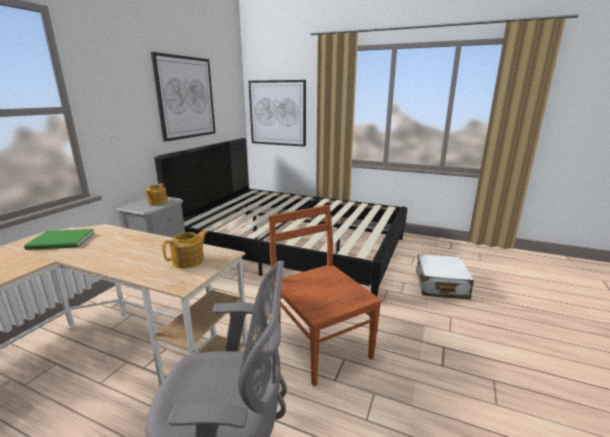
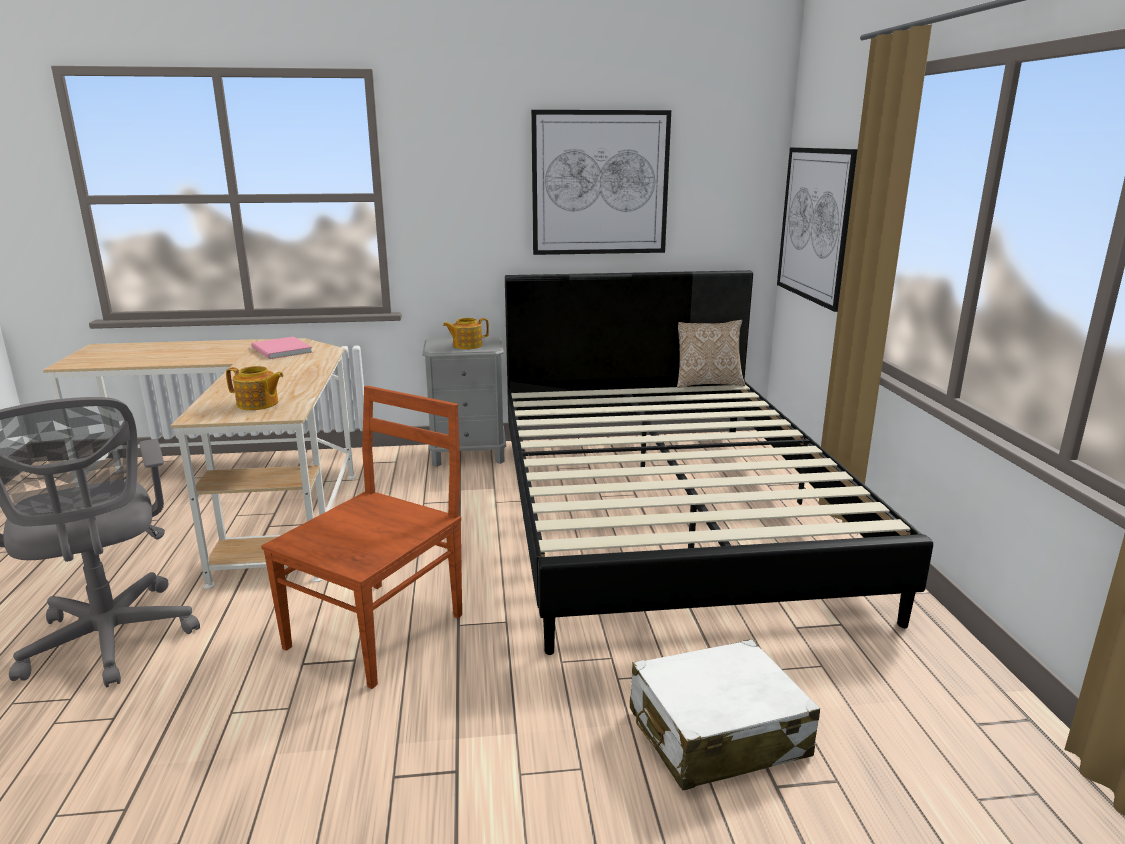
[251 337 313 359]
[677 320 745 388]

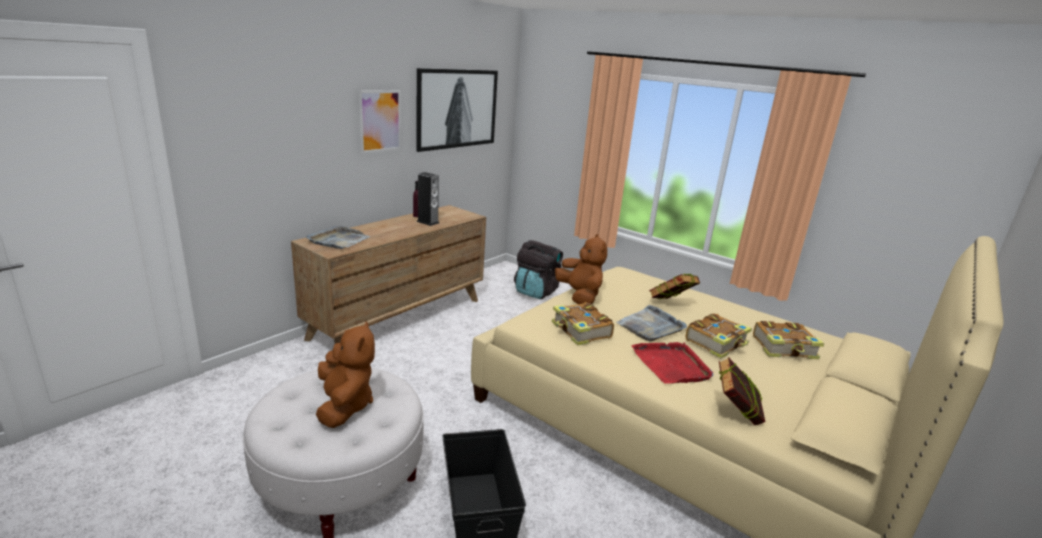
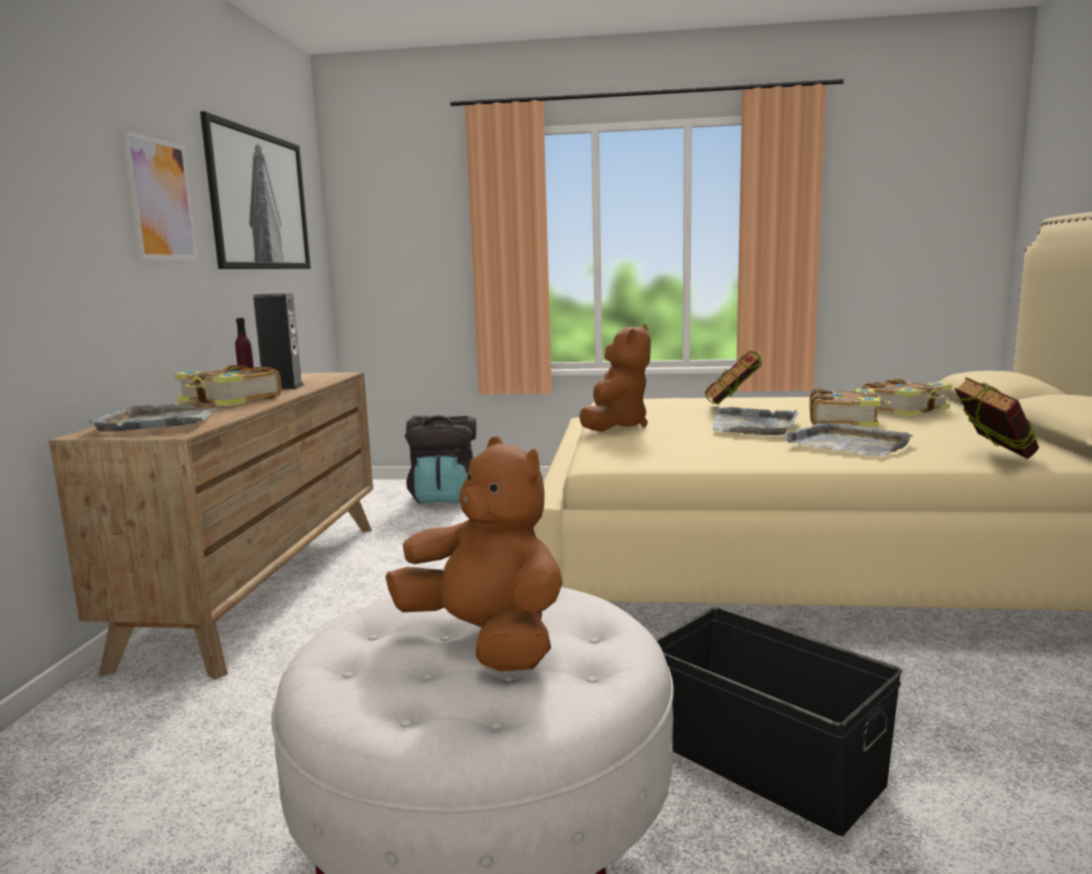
[579 324 651 431]
[174 365 281 406]
[783 421 914 456]

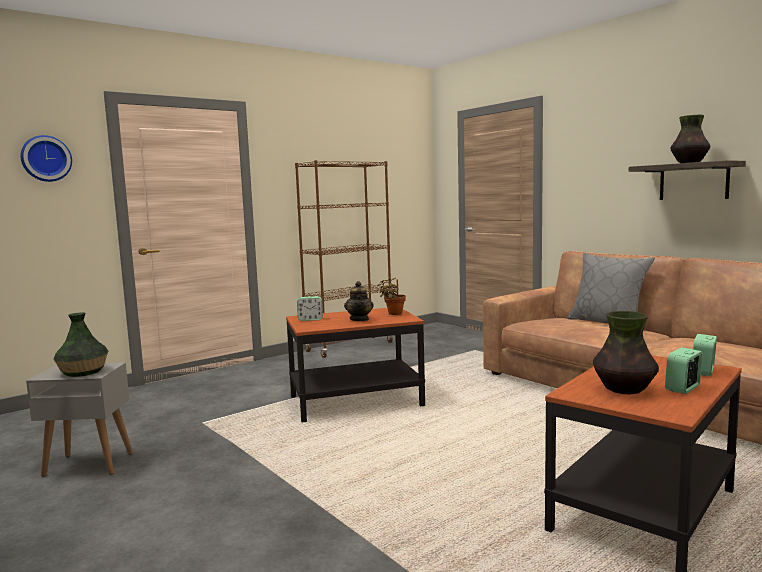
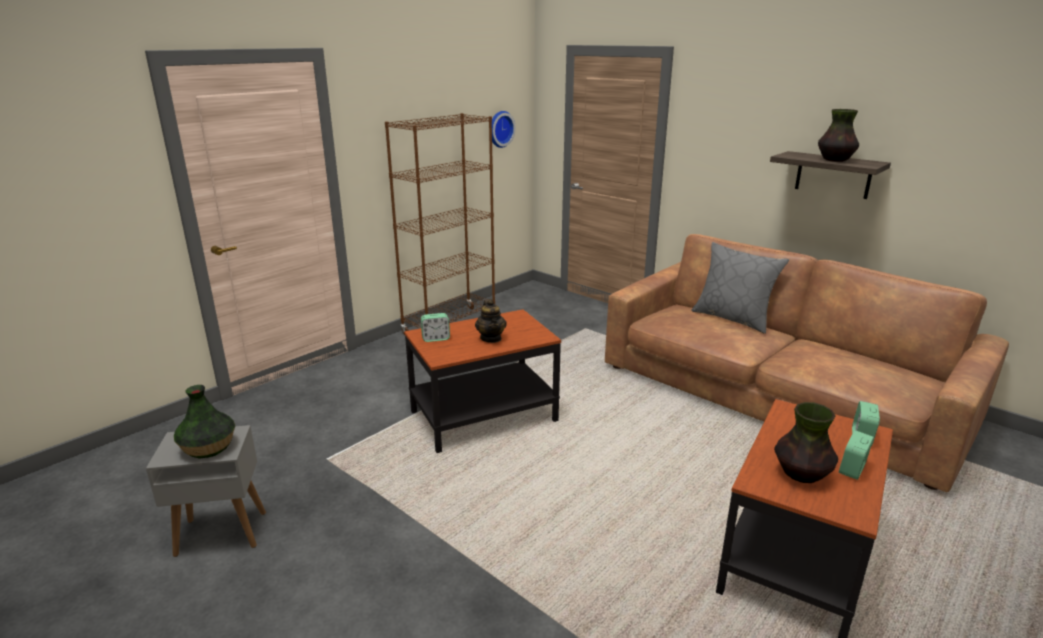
[492 111 516 148]
[378 277 406 315] (first image)

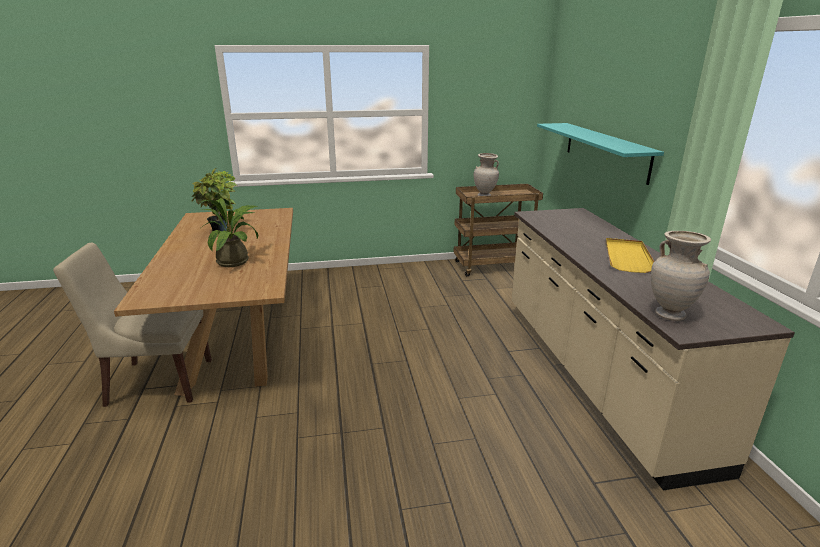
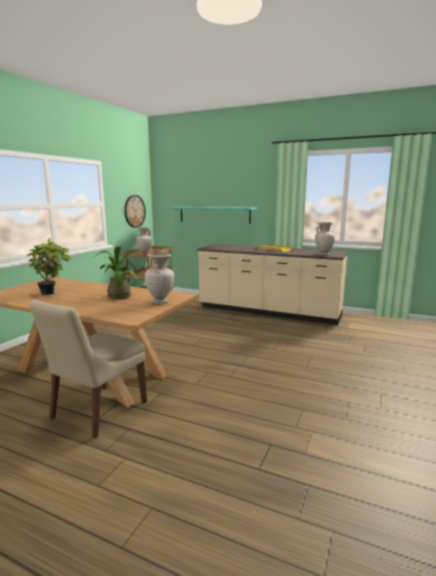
[124 195 146 228]
[145 253 174 304]

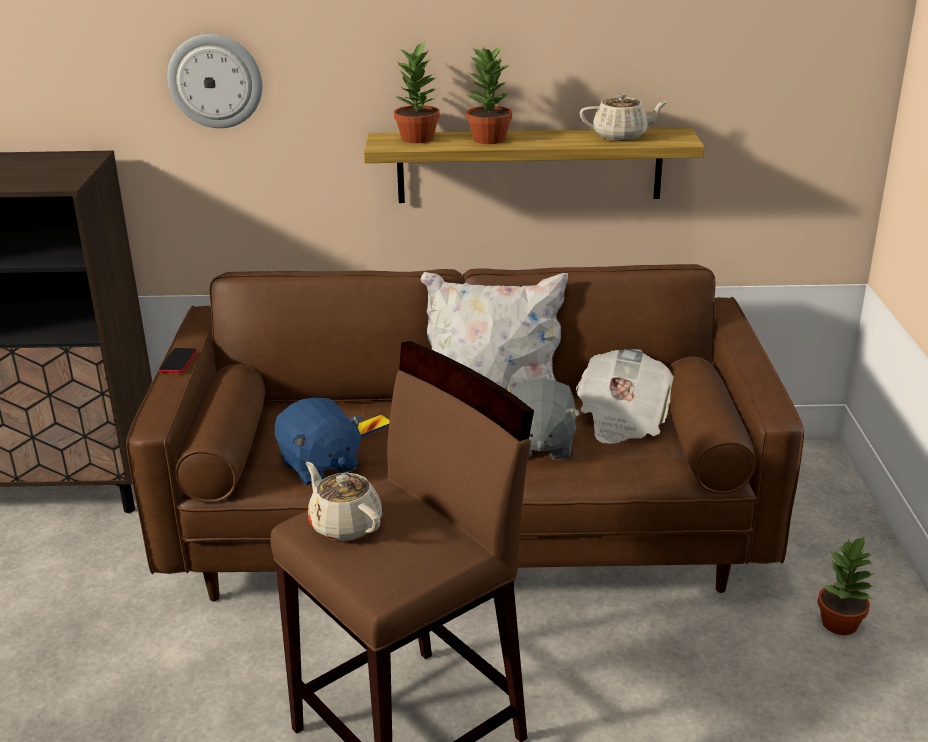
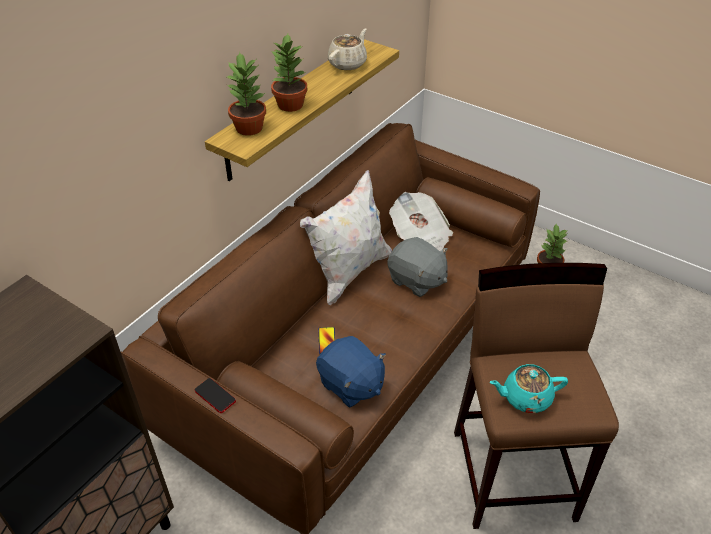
[167 34 263 128] (first image)
[316 336 386 408]
[489 364 568 413]

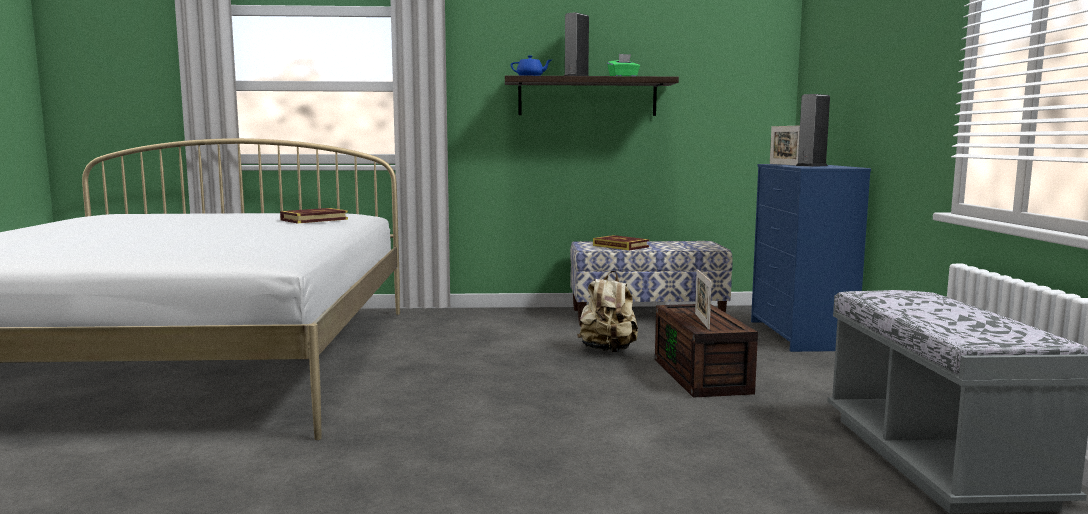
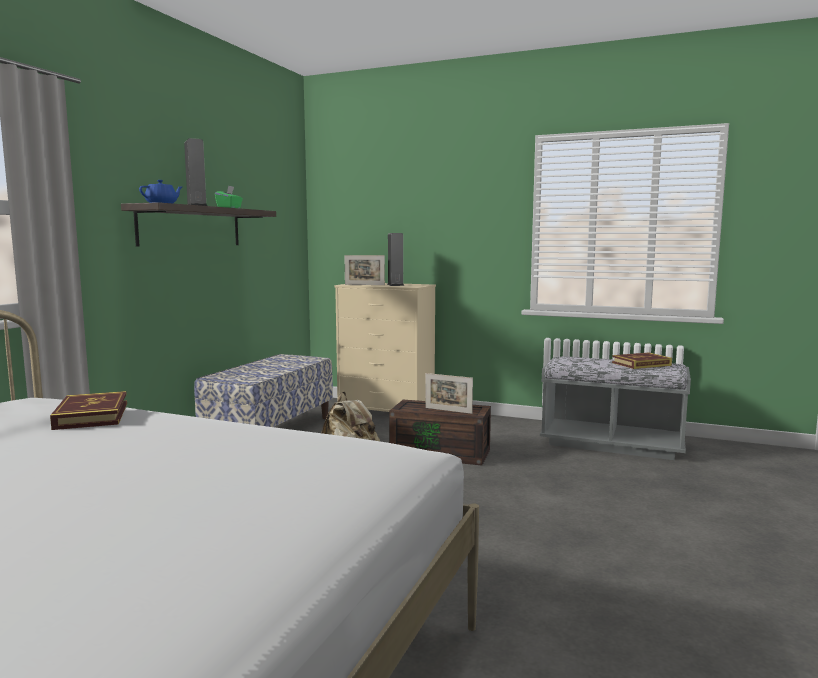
[334 283 436 412]
[612 352 672 369]

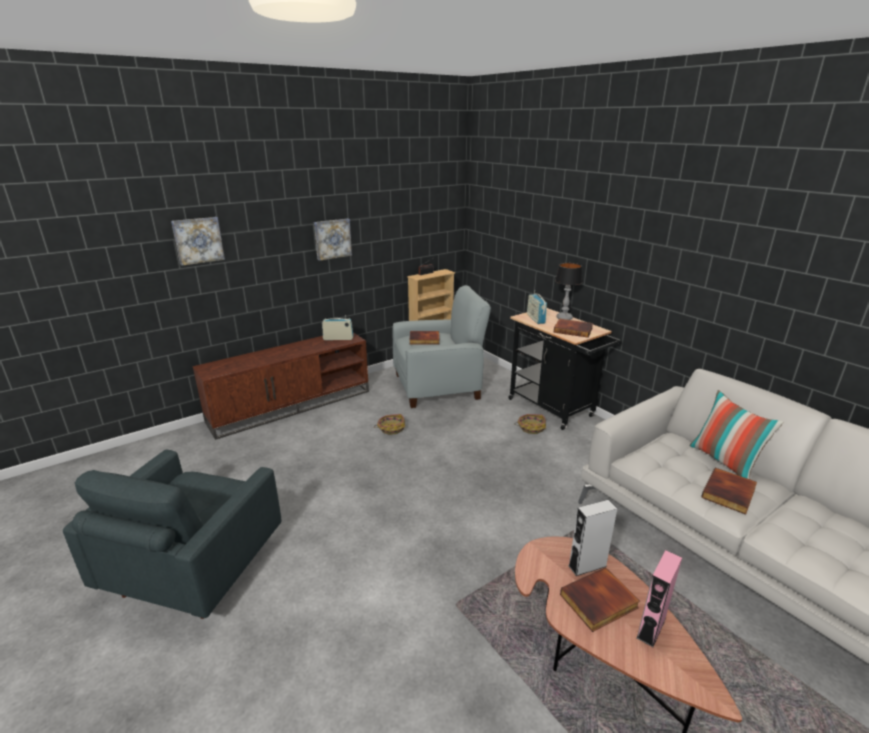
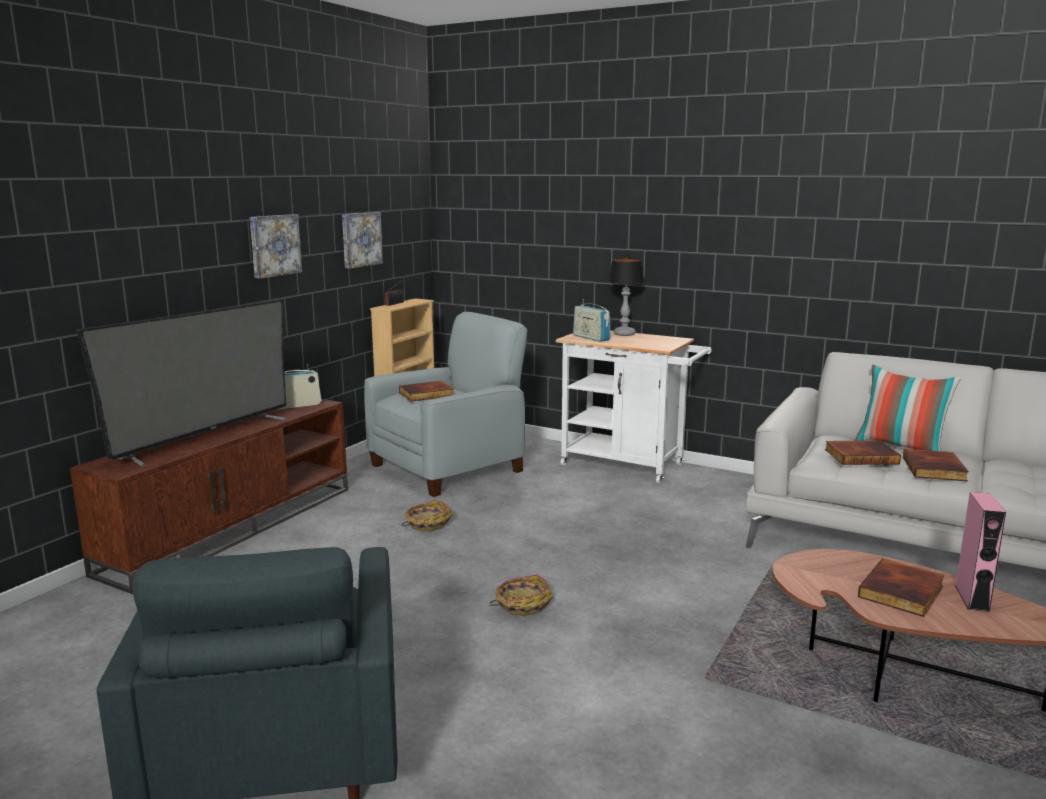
[342 212 383 269]
[556 330 712 483]
[825 440 901 465]
[490 575 553 616]
[568 500 617 576] (first image)
[77 299 287 467]

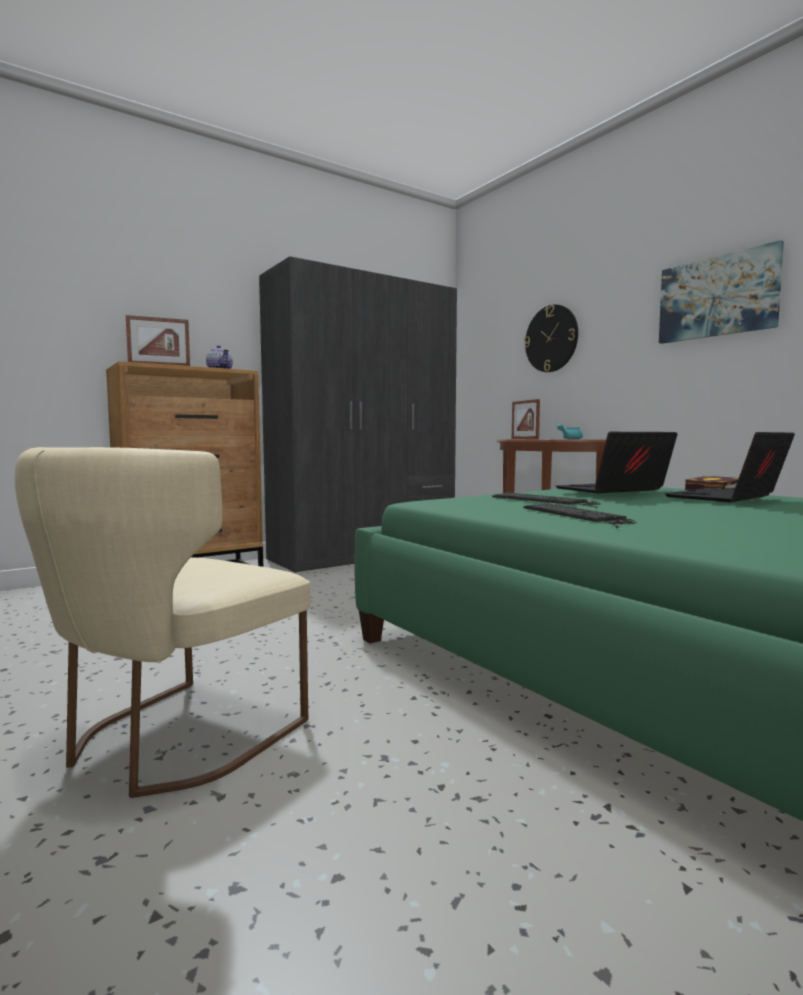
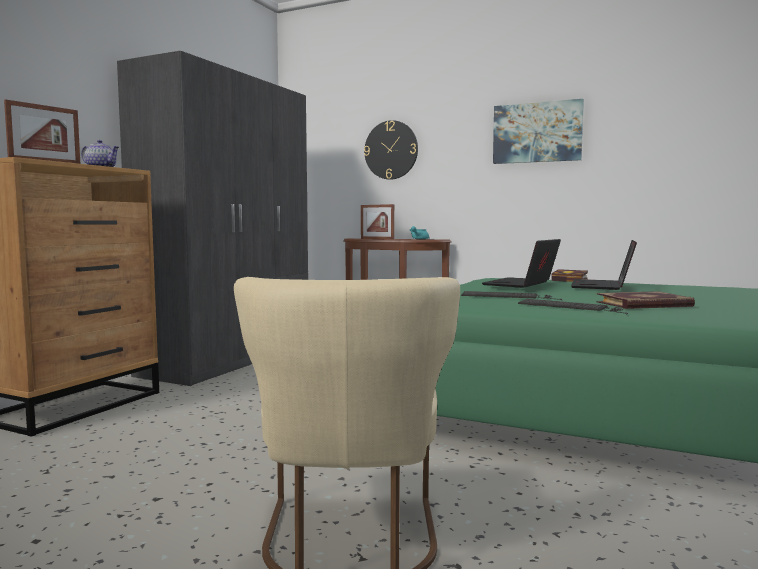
[596 291 695 309]

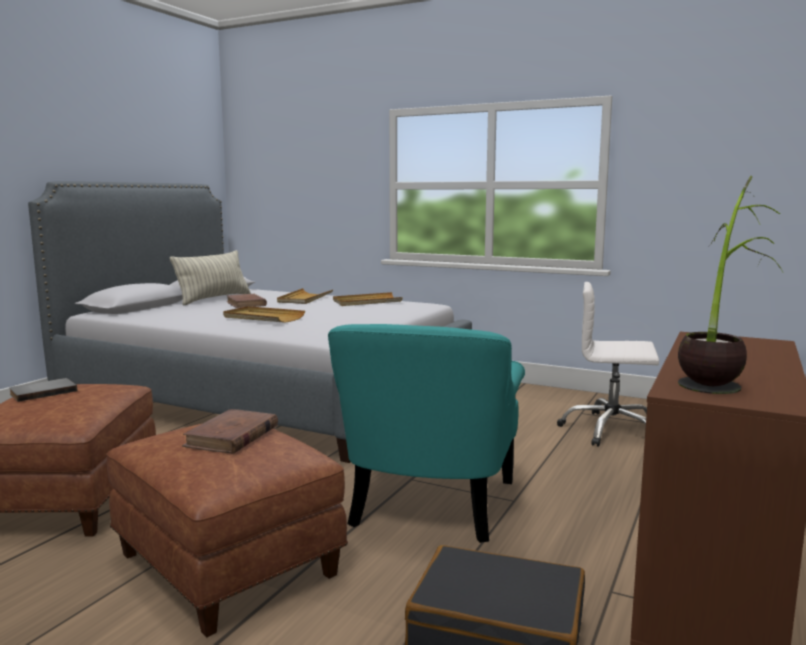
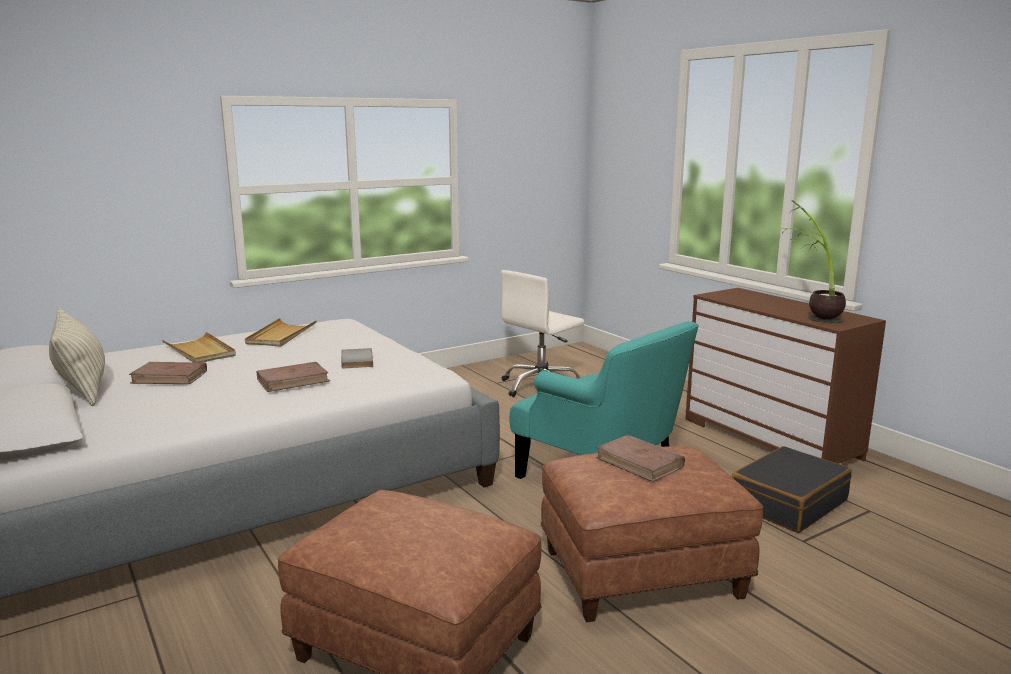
[257 362 330 392]
[341 348 373 368]

